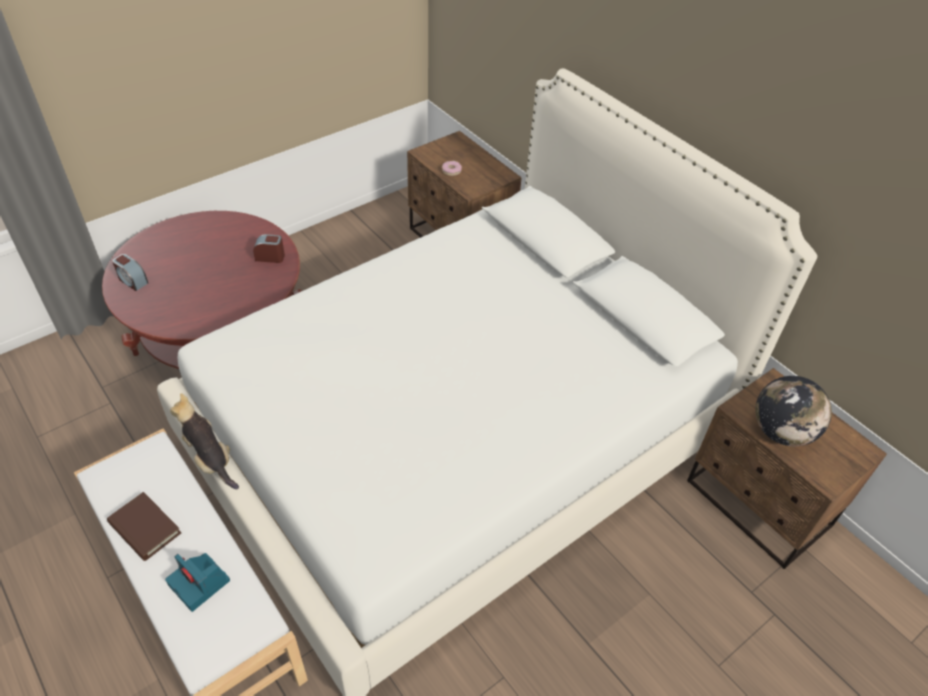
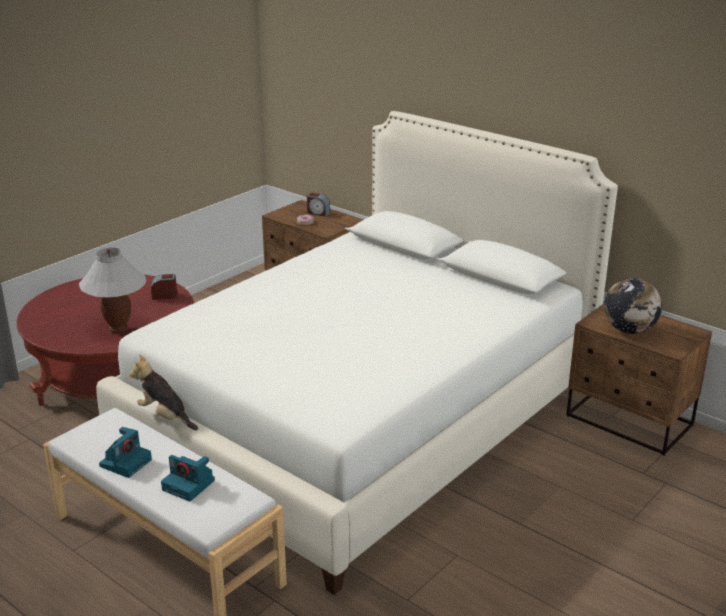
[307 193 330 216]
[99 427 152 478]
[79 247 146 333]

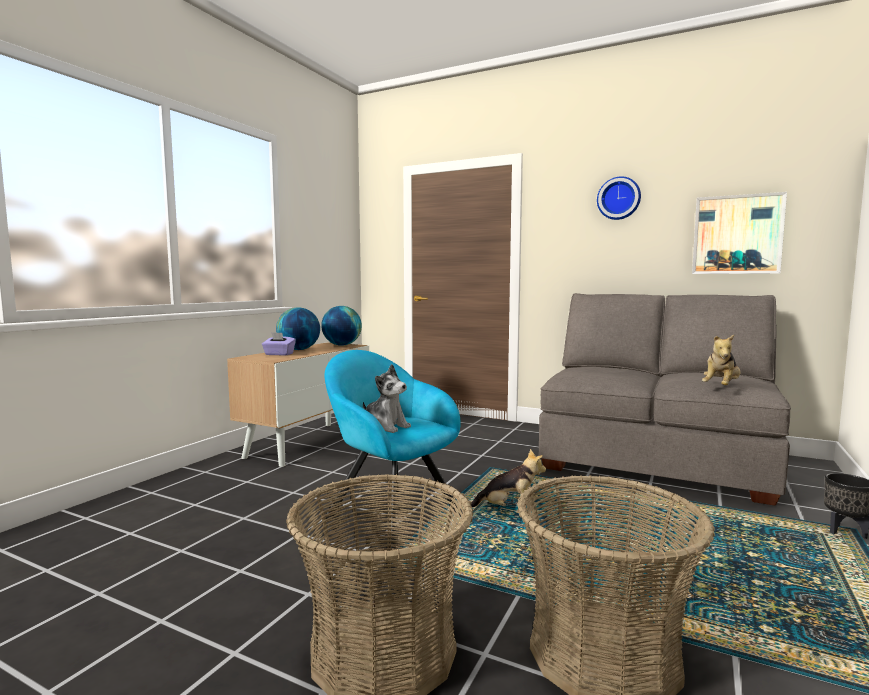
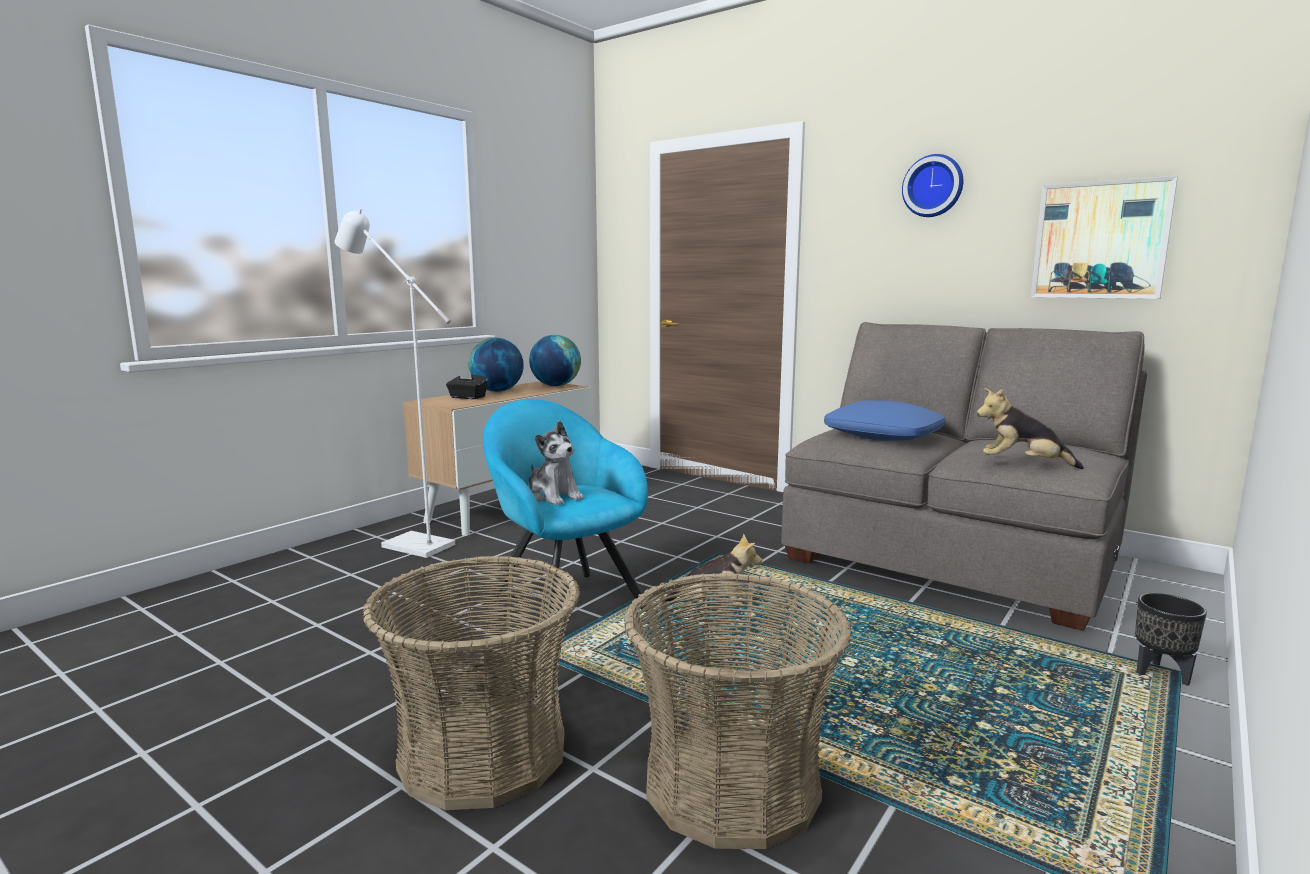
[446 370 488 399]
[977 388 1084 469]
[334 208 455 558]
[824 400 945 441]

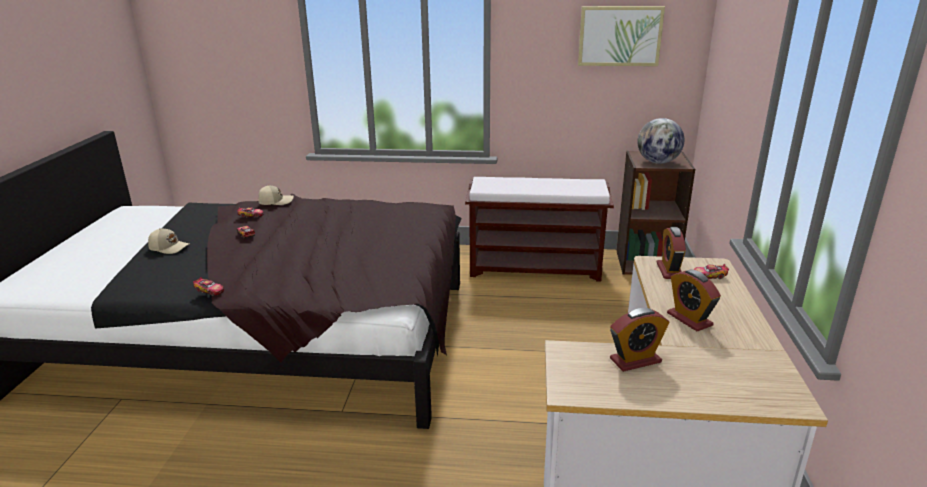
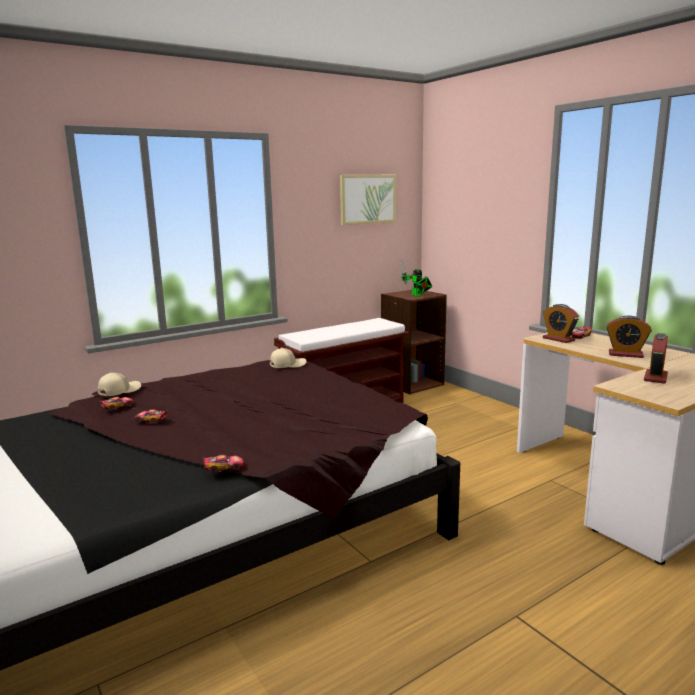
[401 259 433 296]
[270 347 306 368]

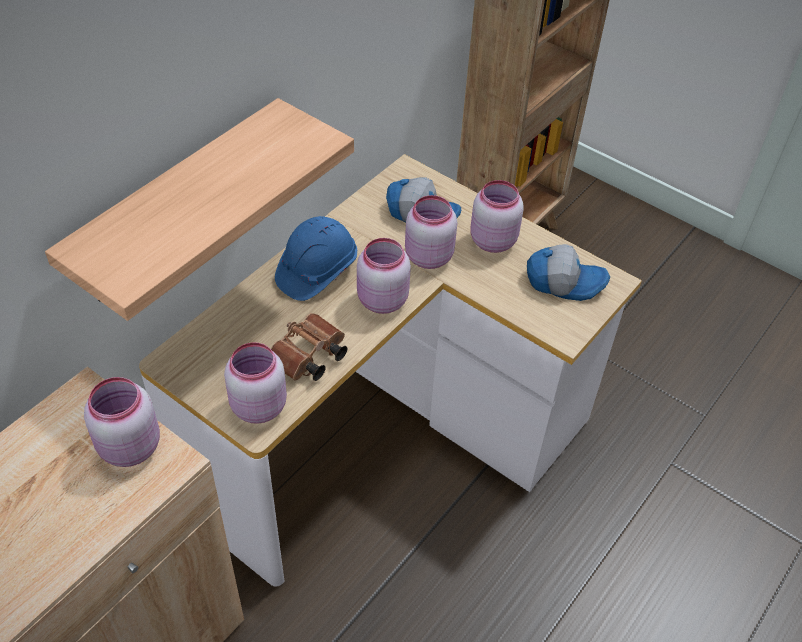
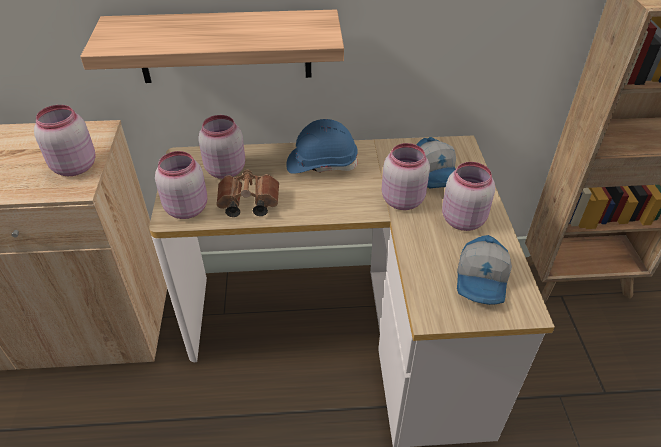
[198 115 245 179]
[457 235 512 305]

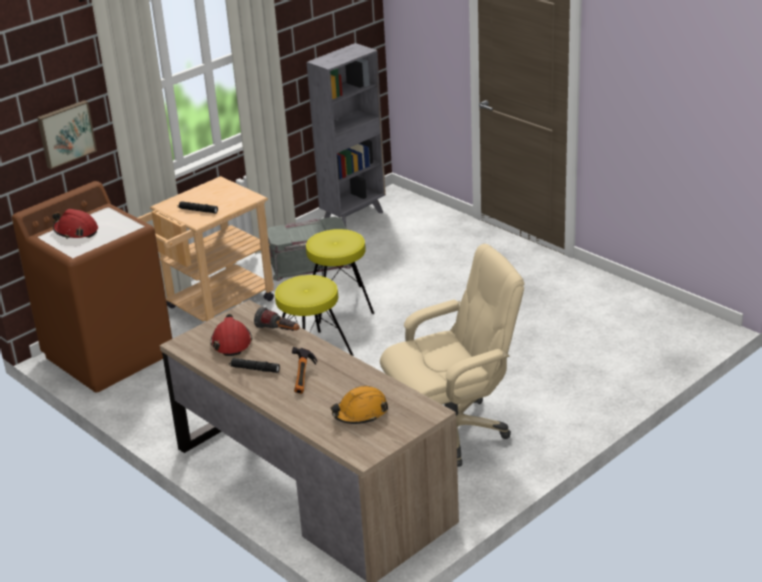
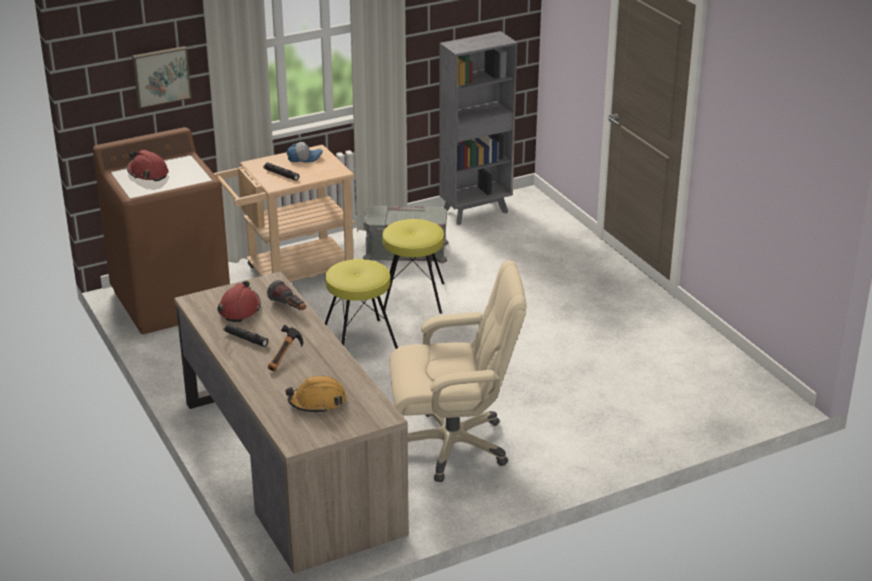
[287 142 323 163]

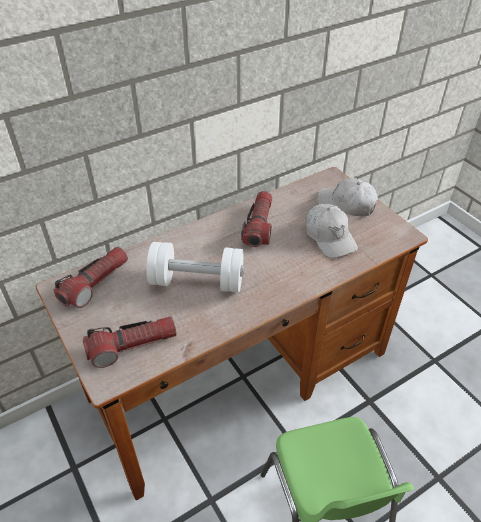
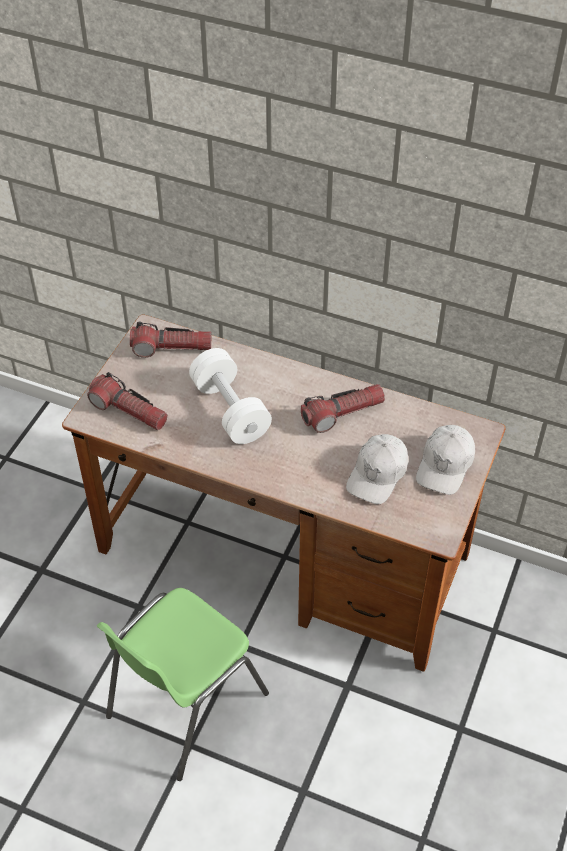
[416 425 475 495]

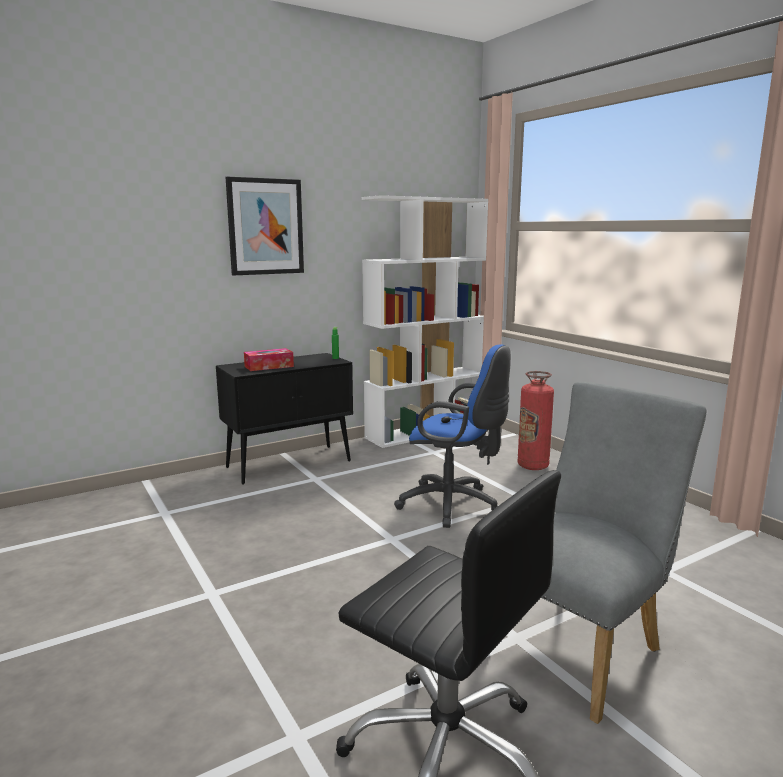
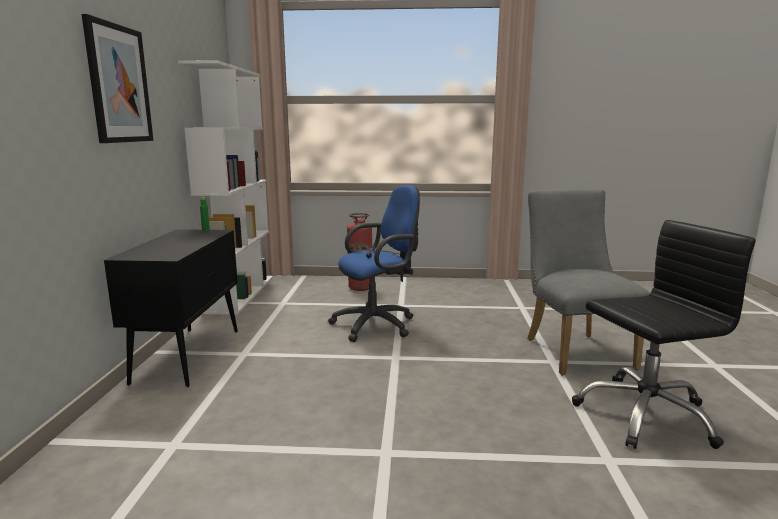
[244 348 294 371] (first image)

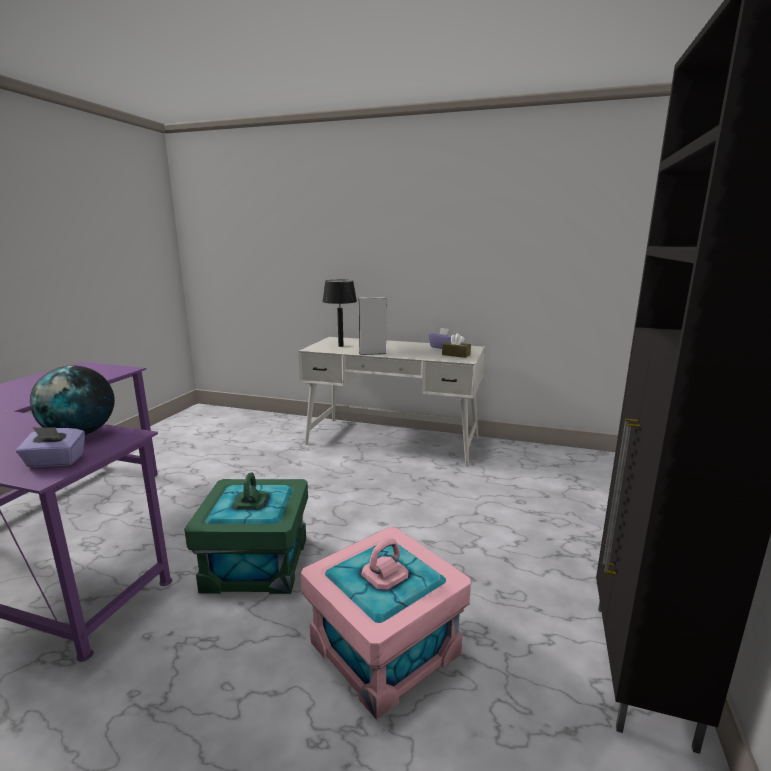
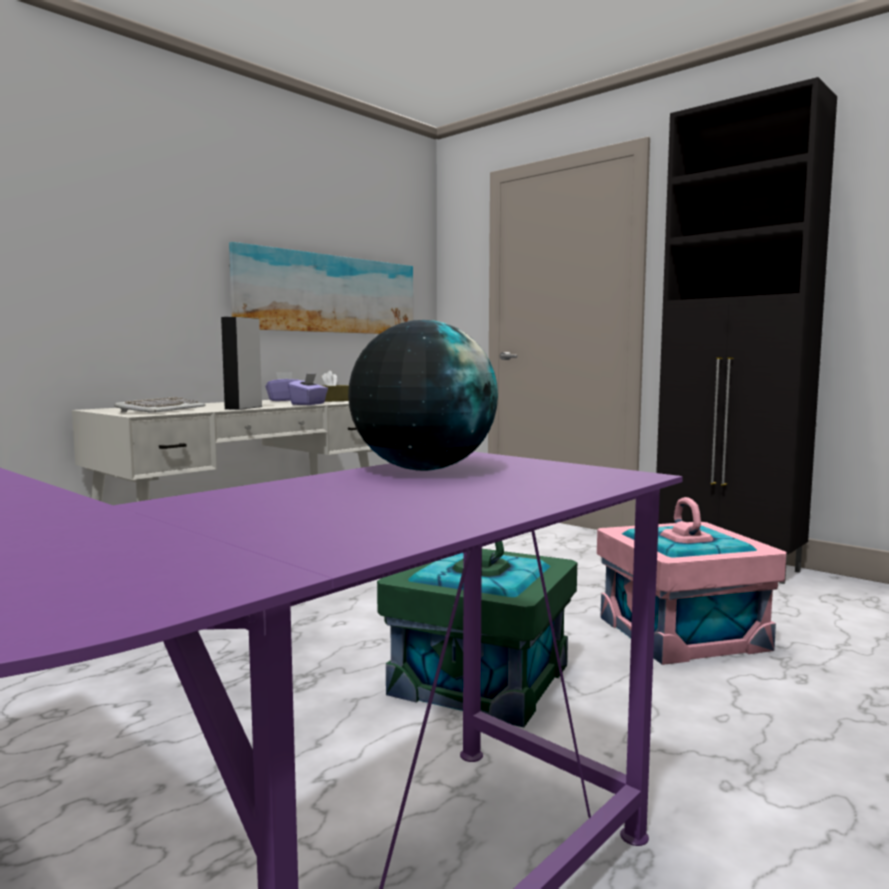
[114 397 206 413]
[288 373 328 405]
[229 242 413 334]

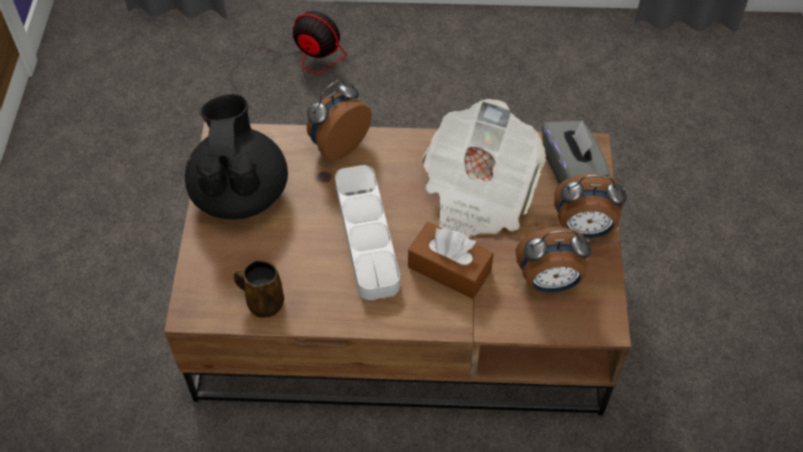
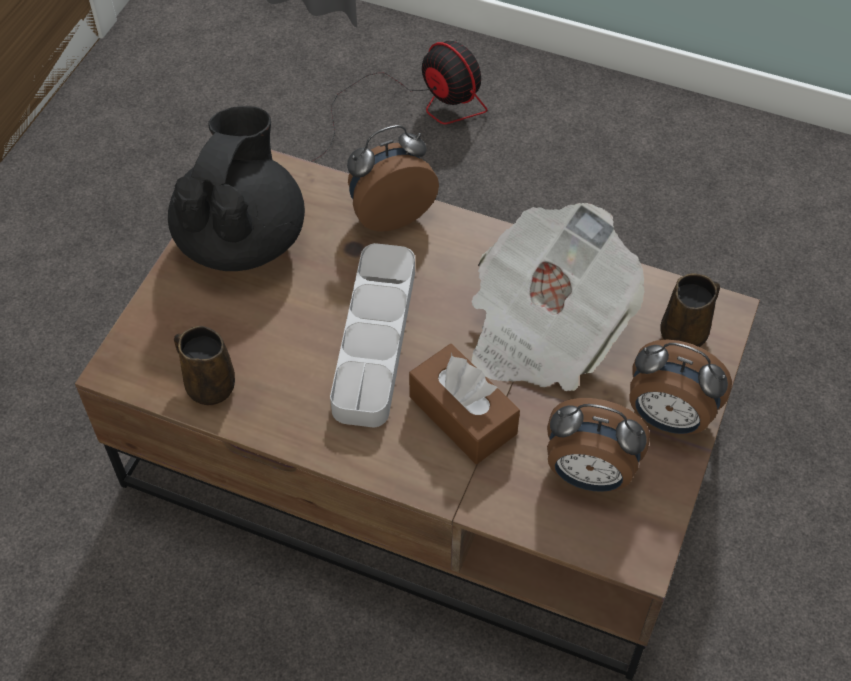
[660 273 720 347]

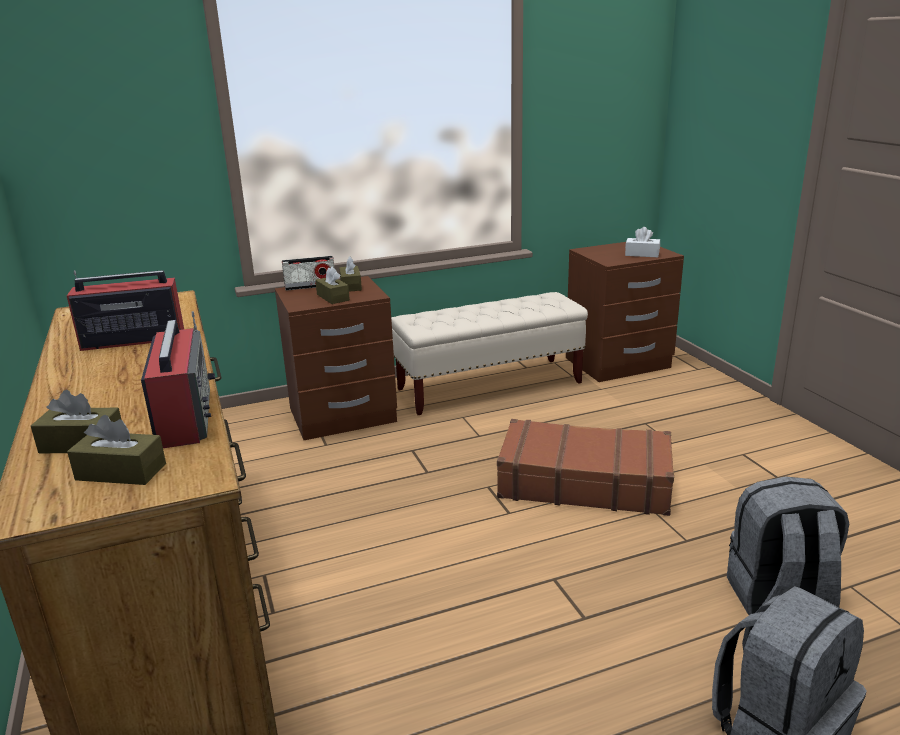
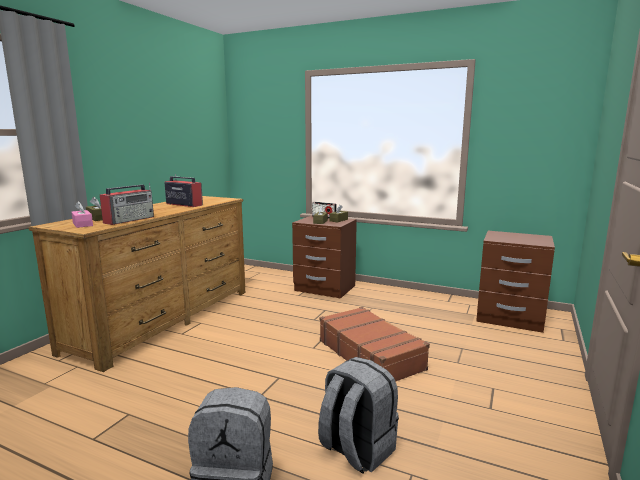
[625 227 660 257] (first image)
[391 292 588 415] (first image)
[71 201 93 228]

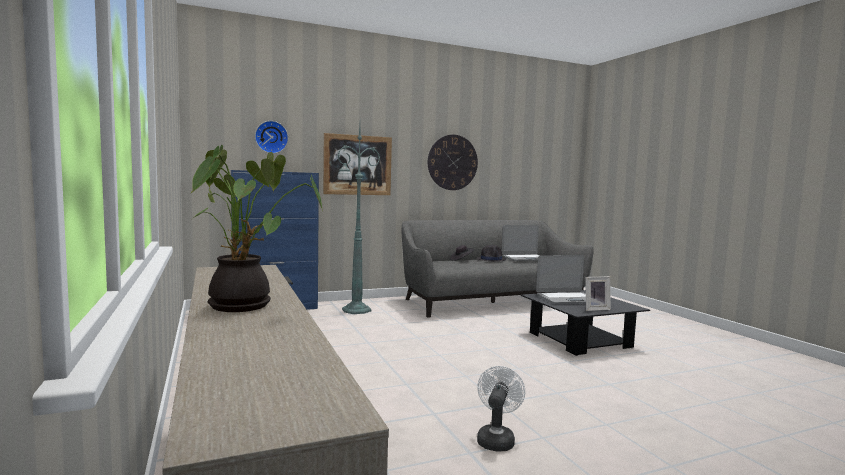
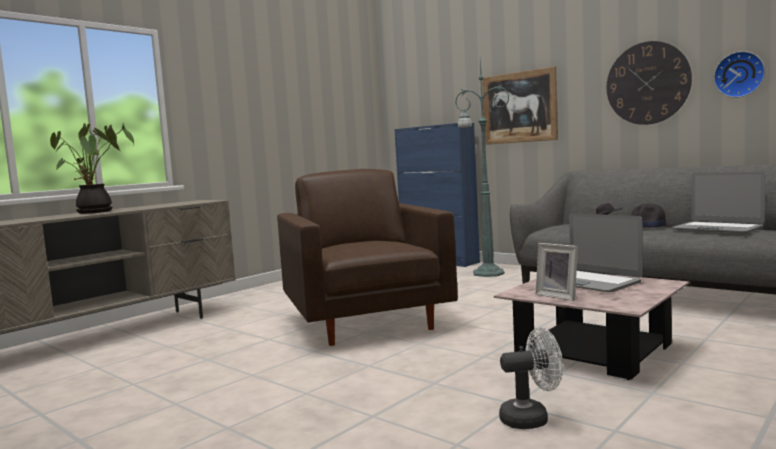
[714 51 765 98]
[494 274 689 380]
[499 327 563 429]
[277 169 458 346]

